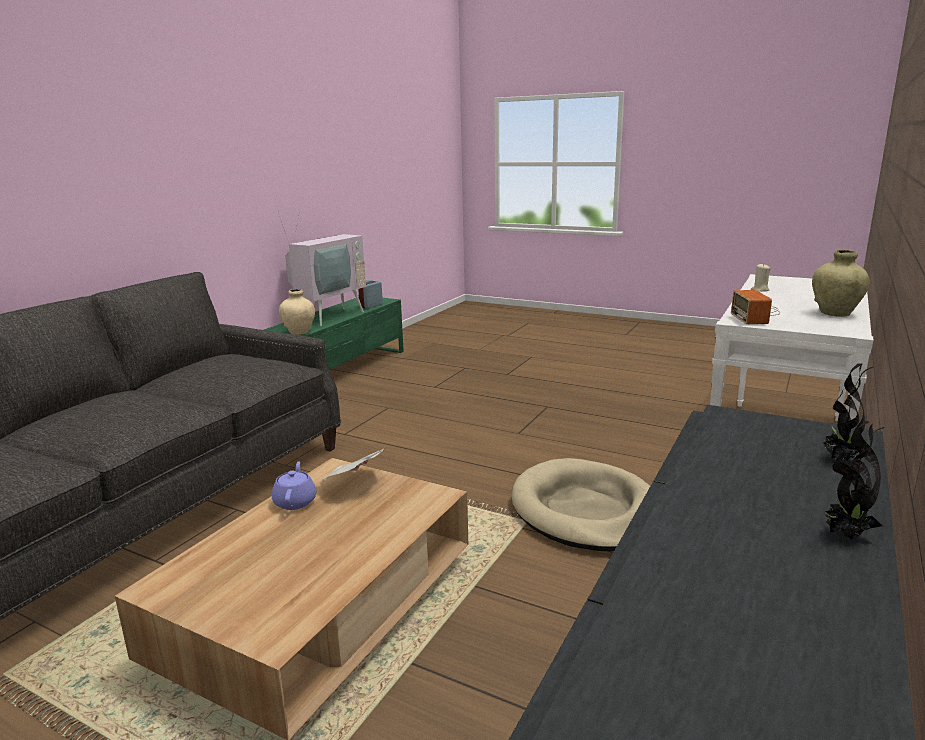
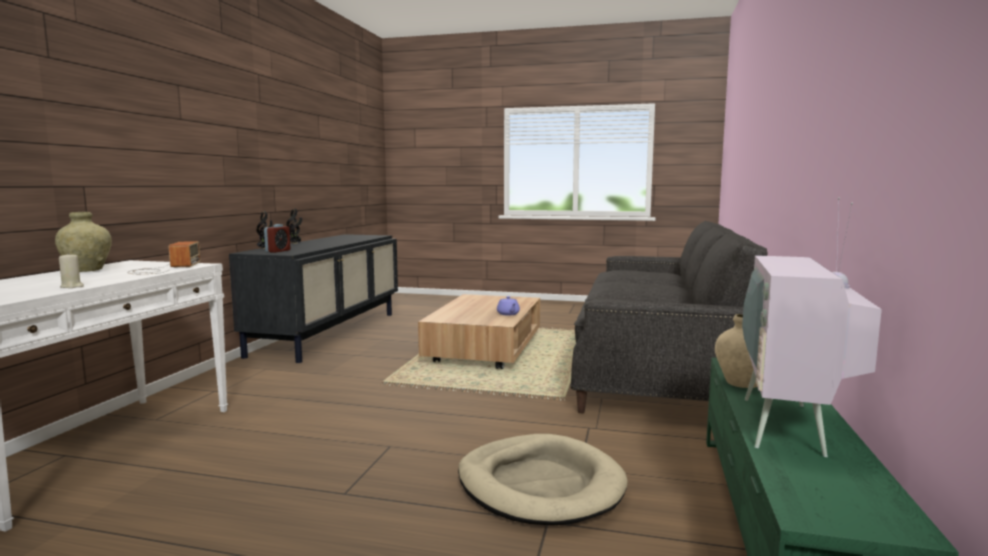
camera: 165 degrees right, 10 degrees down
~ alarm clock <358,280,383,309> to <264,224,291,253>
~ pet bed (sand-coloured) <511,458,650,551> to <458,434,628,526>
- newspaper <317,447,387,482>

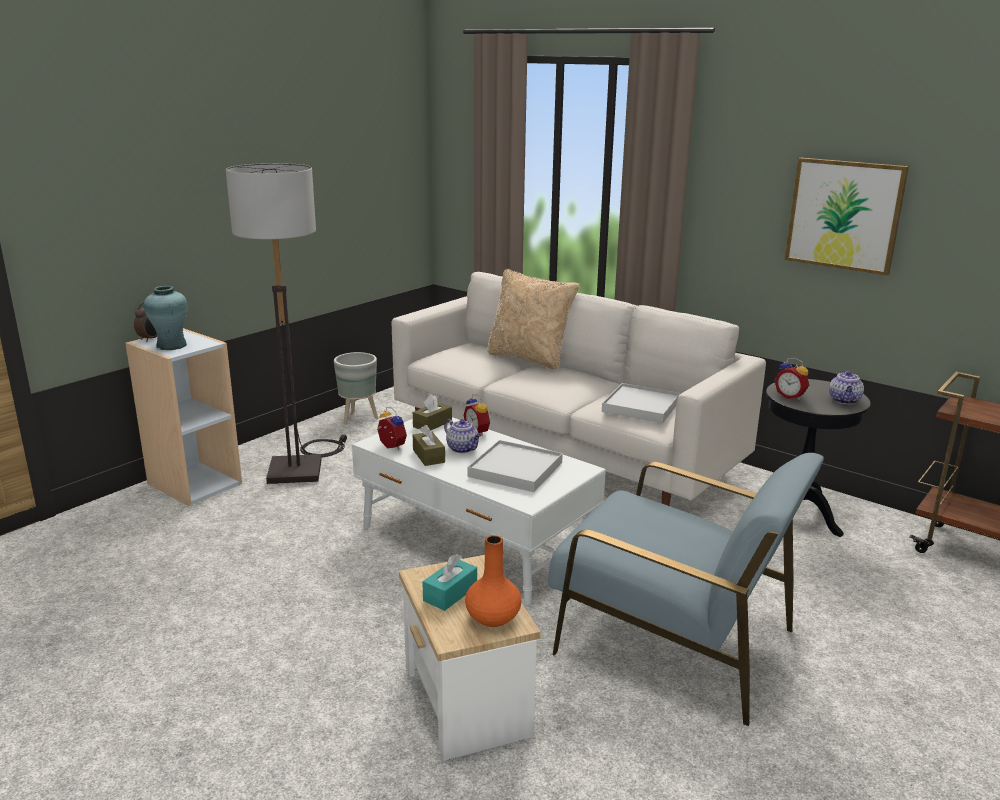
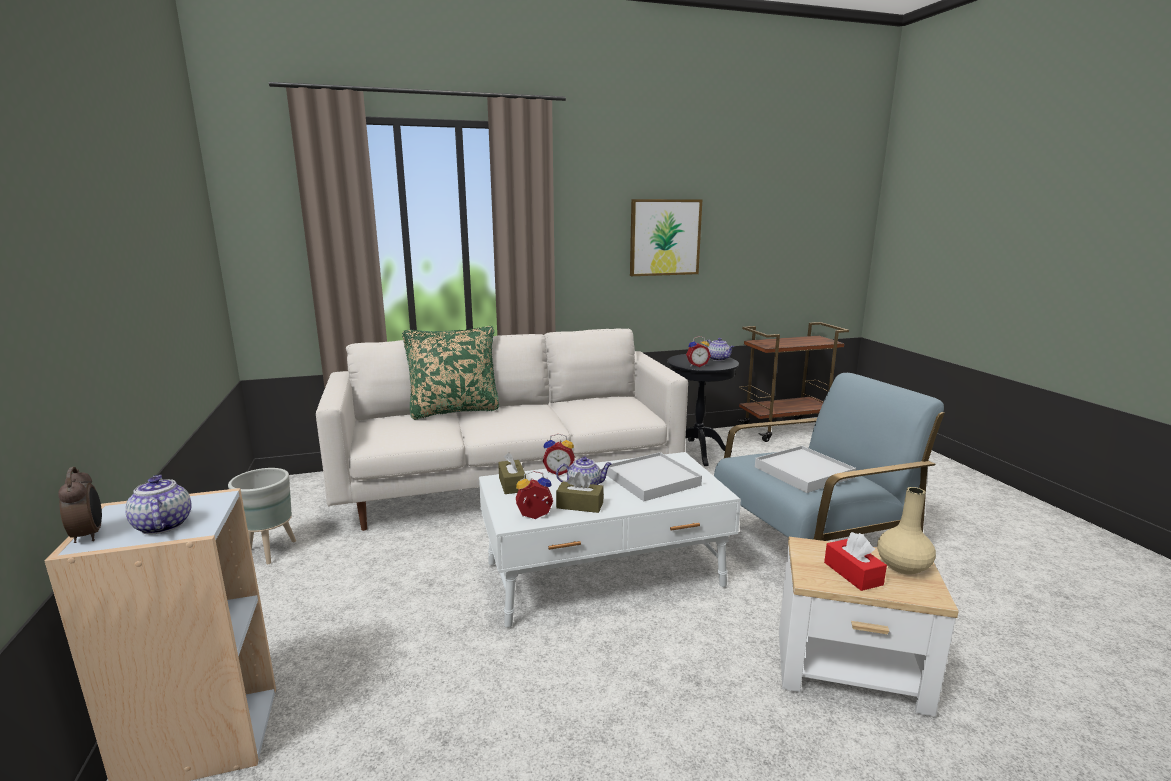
camera: 55 degrees left, 5 degrees down
~ decorative vase (turquoise) <144,286,188,350> to teapot <125,475,191,535>
~ cushion (sand-coloured) <487,269,580,370> to cushion (green-coloured) <402,326,499,420>
~ tray (whitish) <602,383,680,423> to <755,446,856,493>
~ tissue box (turquoise) <422,554,477,611> to tissue box (red) <824,532,887,591>
~ decorative vase (orangey) <465,535,521,627> to decorative vase (sand-coloured) <877,487,936,575>
- standard lamp <226,163,347,484>

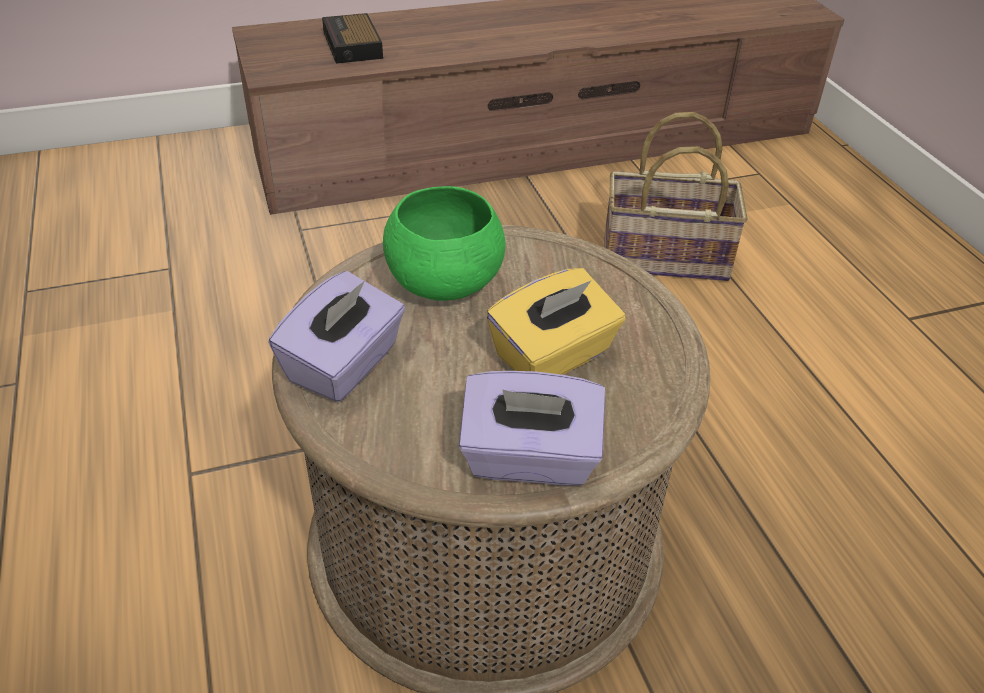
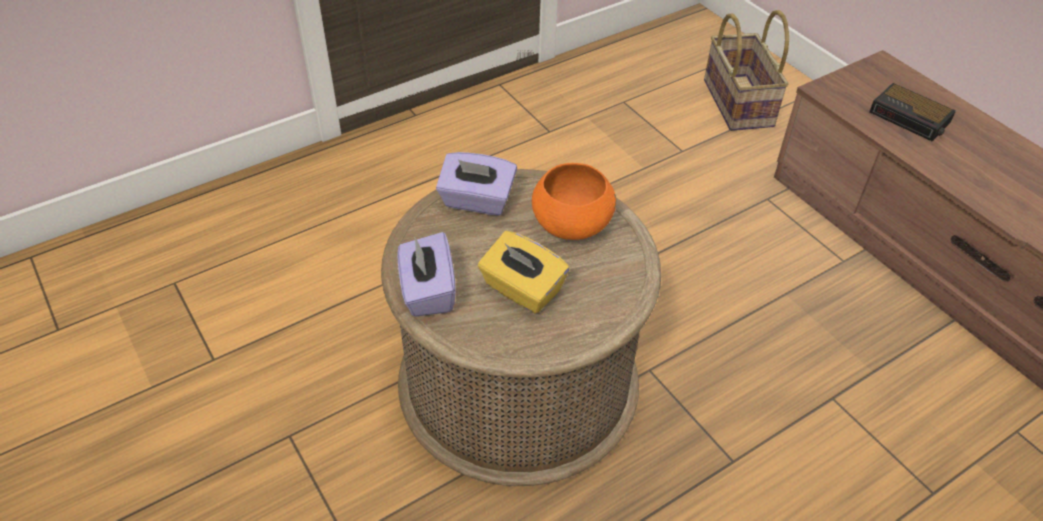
camera: 75 degrees right, 5 degrees up
~ deep dish (green-coloured) <383,186,505,301> to deep dish (orangey) <532,163,616,240>
~ storage basket <604,112,748,281> to <704,10,789,131>
~ alarm clock <322,13,383,64> = <869,83,956,141> 105 degrees counterclockwise

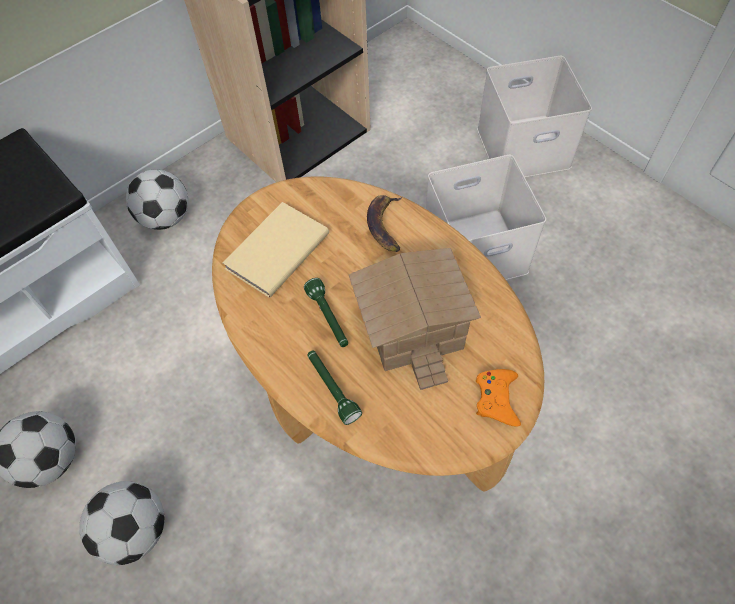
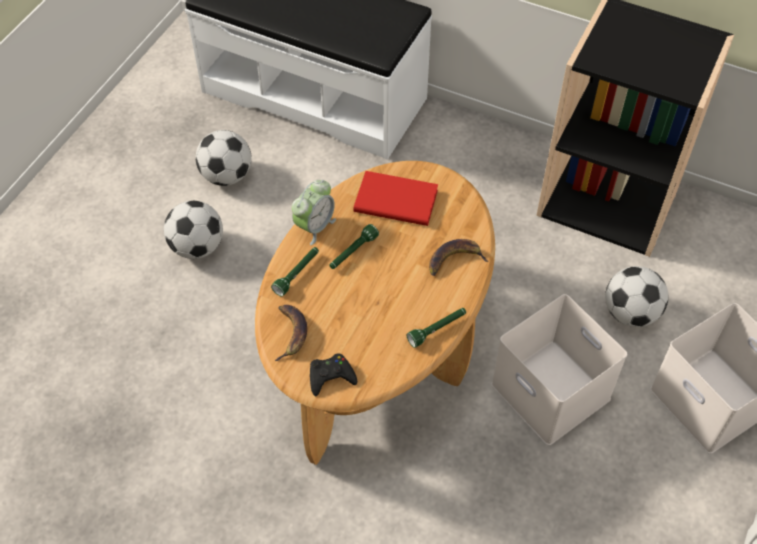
camera: 65 degrees right, 5 degrees down
+ banana <275,305,307,361>
+ alarm clock <292,180,336,245>
~ gamepad (orangey) <476,369,521,426> to gamepad (black-coloured) <310,354,357,397>
~ volume (sand-coloured) <223,202,329,298> to volume (red) <353,171,438,226>
+ hand torch (green-coloured) <406,308,466,348>
~ ball for football <126,169,188,230> to <605,266,669,327>
- miniature house <349,248,481,390>

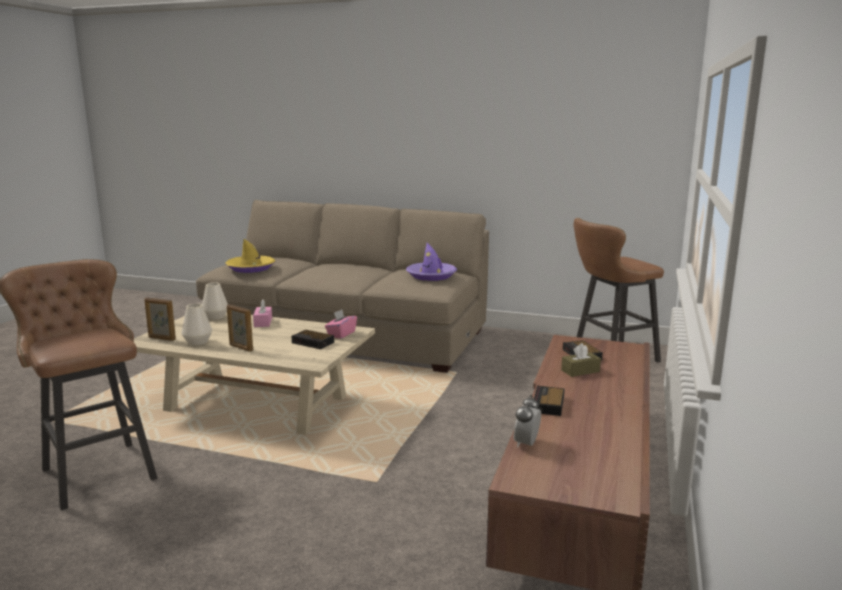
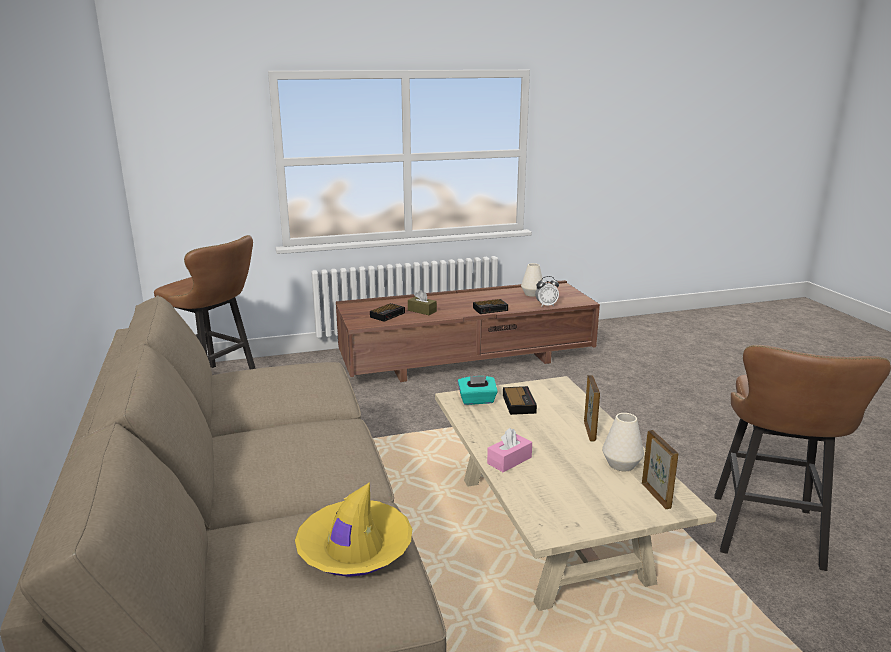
camera: 125 degrees left, 5 degrees up
~ tissue box (pinkish) <325,310,357,339> to tissue box (turquoise) <457,376,498,405>
~ decorative vase (whitish) <202,282,228,320> to <521,263,543,297>
- hat (purple) <406,243,457,281>

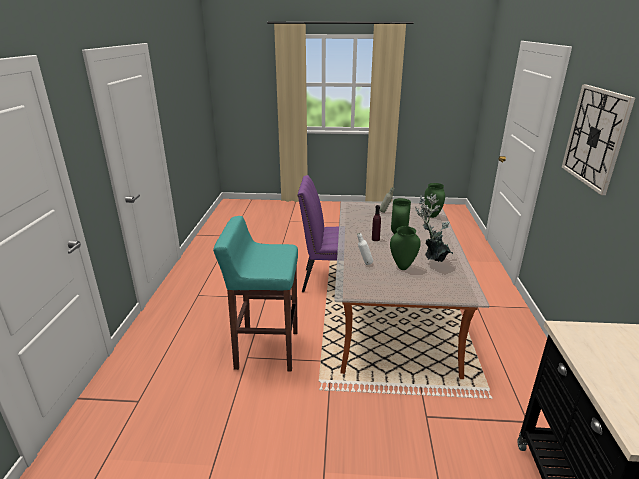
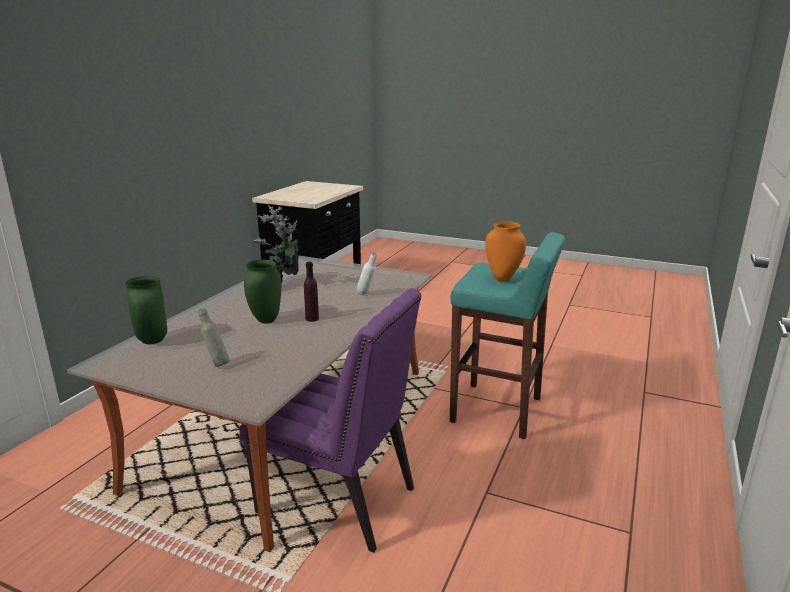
camera: 160 degrees left, 5 degrees down
+ decorative vase (orangey) <485,221,526,282>
- decorative vase (green-coloured) <390,226,421,270>
- clock on the wall <562,84,635,195>

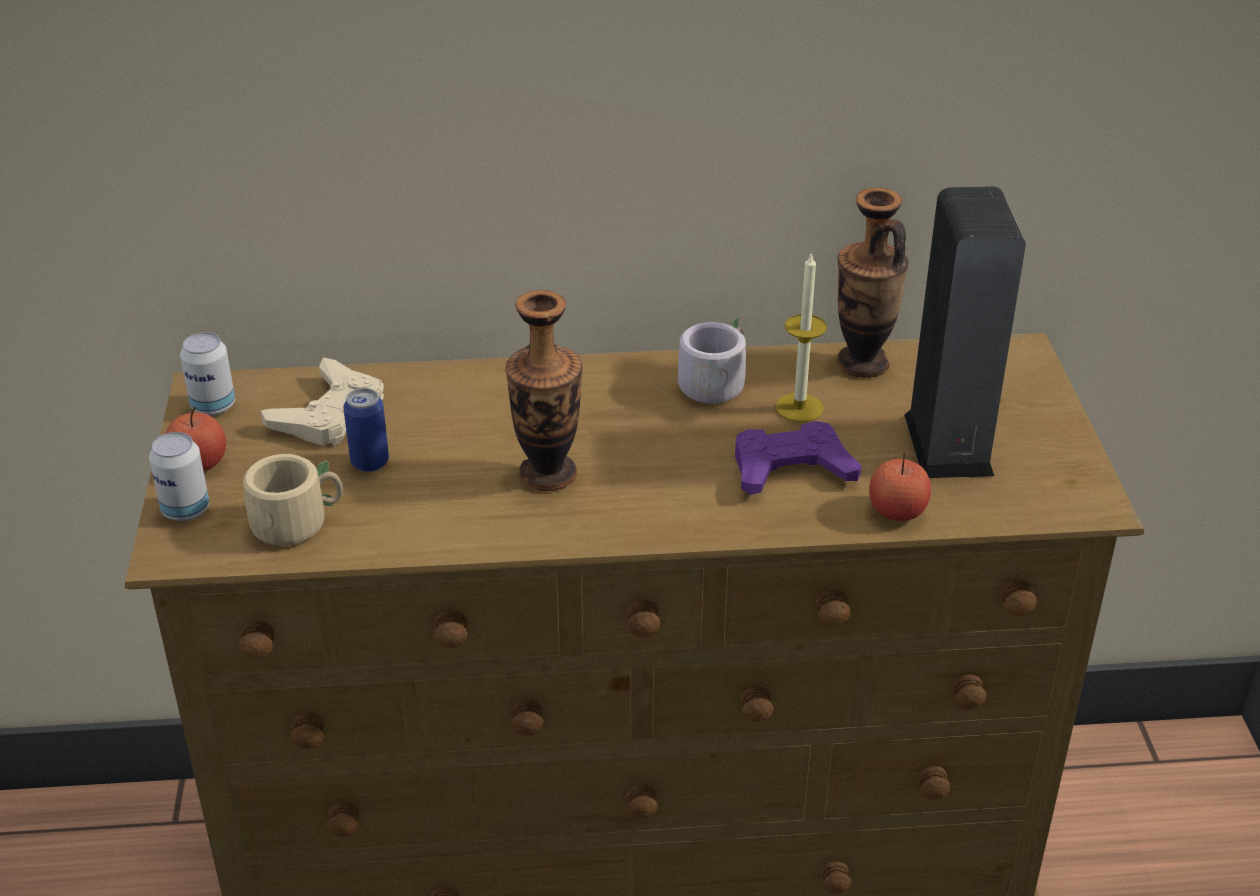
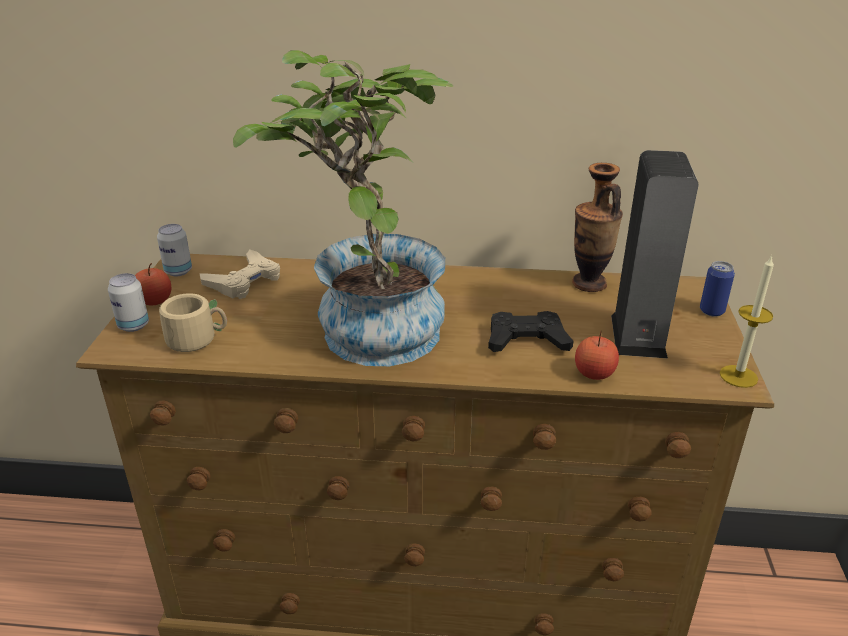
camera: 10 degrees right, 5 degrees down
~ decorative vase <505,290,583,491> to houseplant <233,50,453,366>
~ gamepad (purple) <735,421,861,495> to gamepad (black-coloured) <488,311,573,352>
~ can <343,388,389,472> to <700,261,735,317>
~ candle <775,252,827,422> to <720,255,774,388>
- mug (gray) <656,317,746,404>

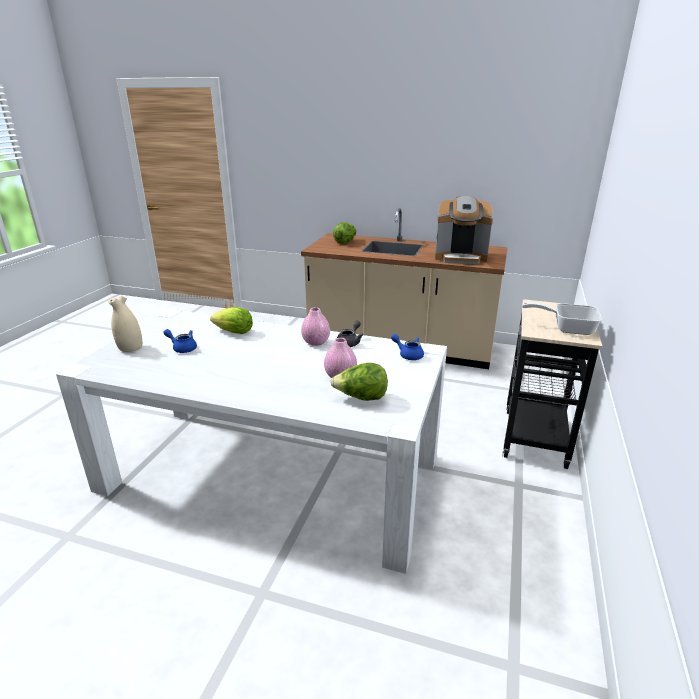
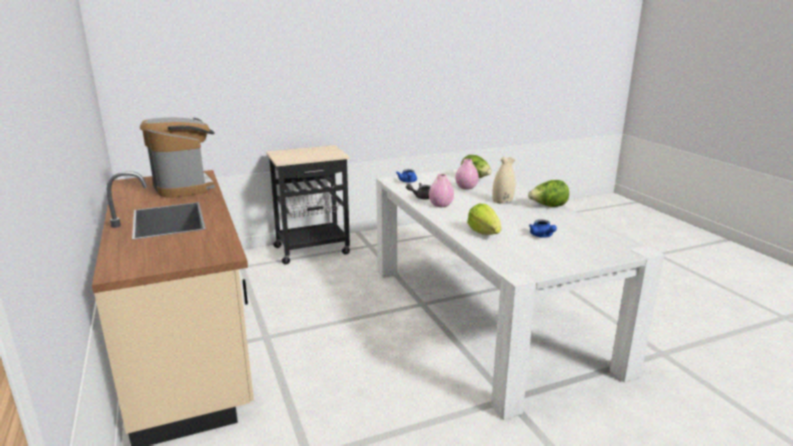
camera: 130 degrees left, 5 degrees down
~ decorative vase (sand-coloured) <109,295,143,352> to <492,156,515,204>
~ lettuce head <333,222,356,244> to <528,180,569,207>
- frying pan <522,302,602,335>

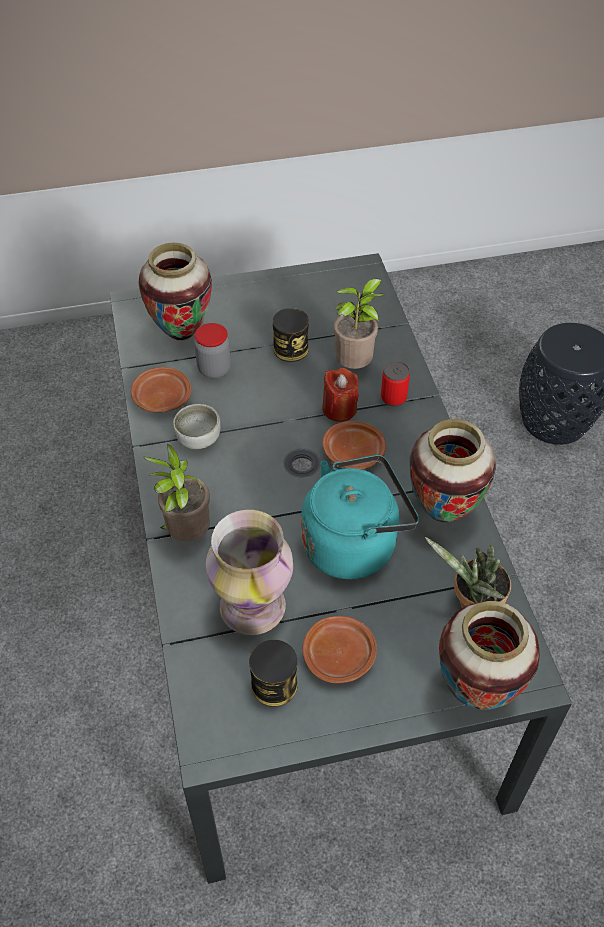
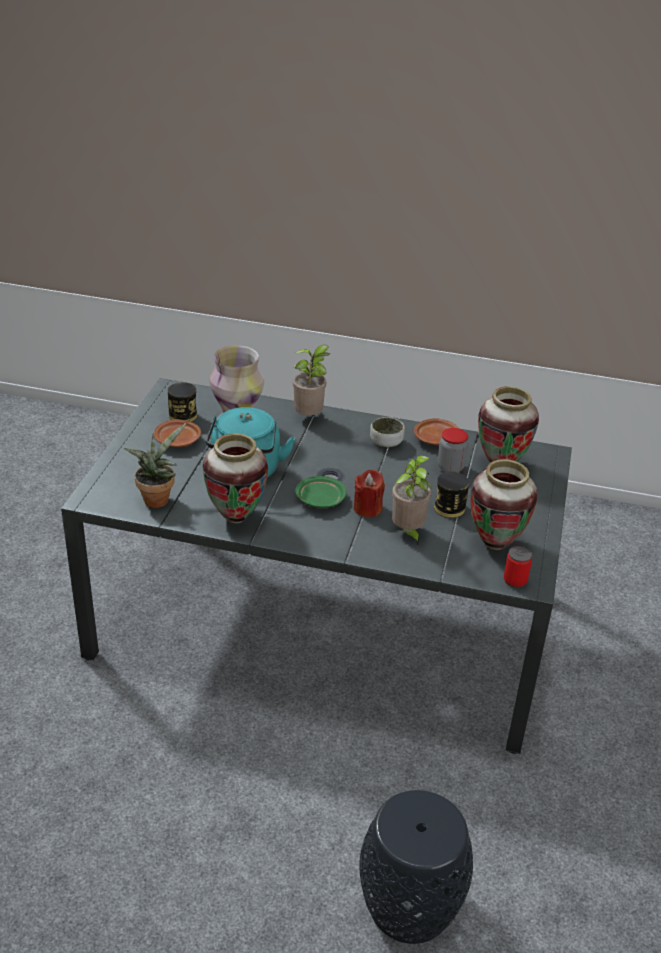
camera: 115 degrees right, 15 degrees down
~ dinner plate (brown) <322,421,386,469> to dinner plate (green-coloured) <295,476,347,508>
~ decorative vase <439,601,540,710> to <470,459,537,550>
~ can <381,361,410,407> to <504,546,532,588>

